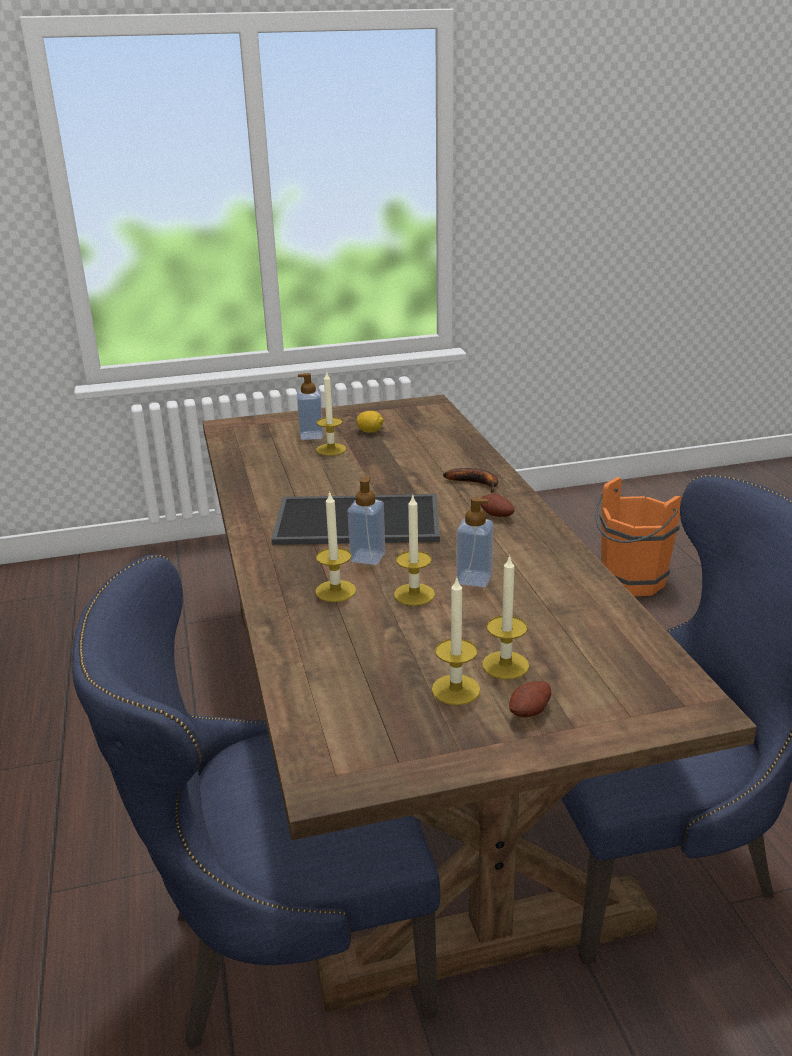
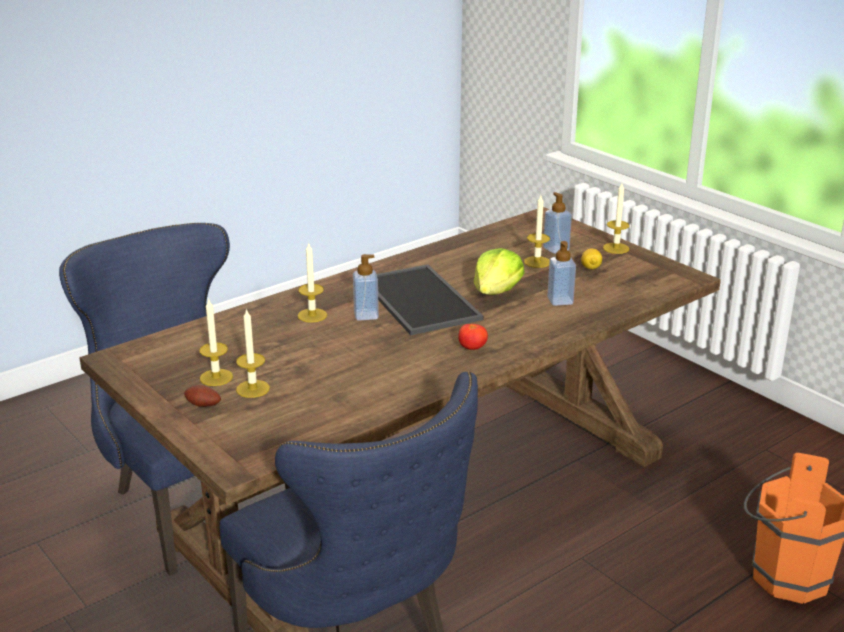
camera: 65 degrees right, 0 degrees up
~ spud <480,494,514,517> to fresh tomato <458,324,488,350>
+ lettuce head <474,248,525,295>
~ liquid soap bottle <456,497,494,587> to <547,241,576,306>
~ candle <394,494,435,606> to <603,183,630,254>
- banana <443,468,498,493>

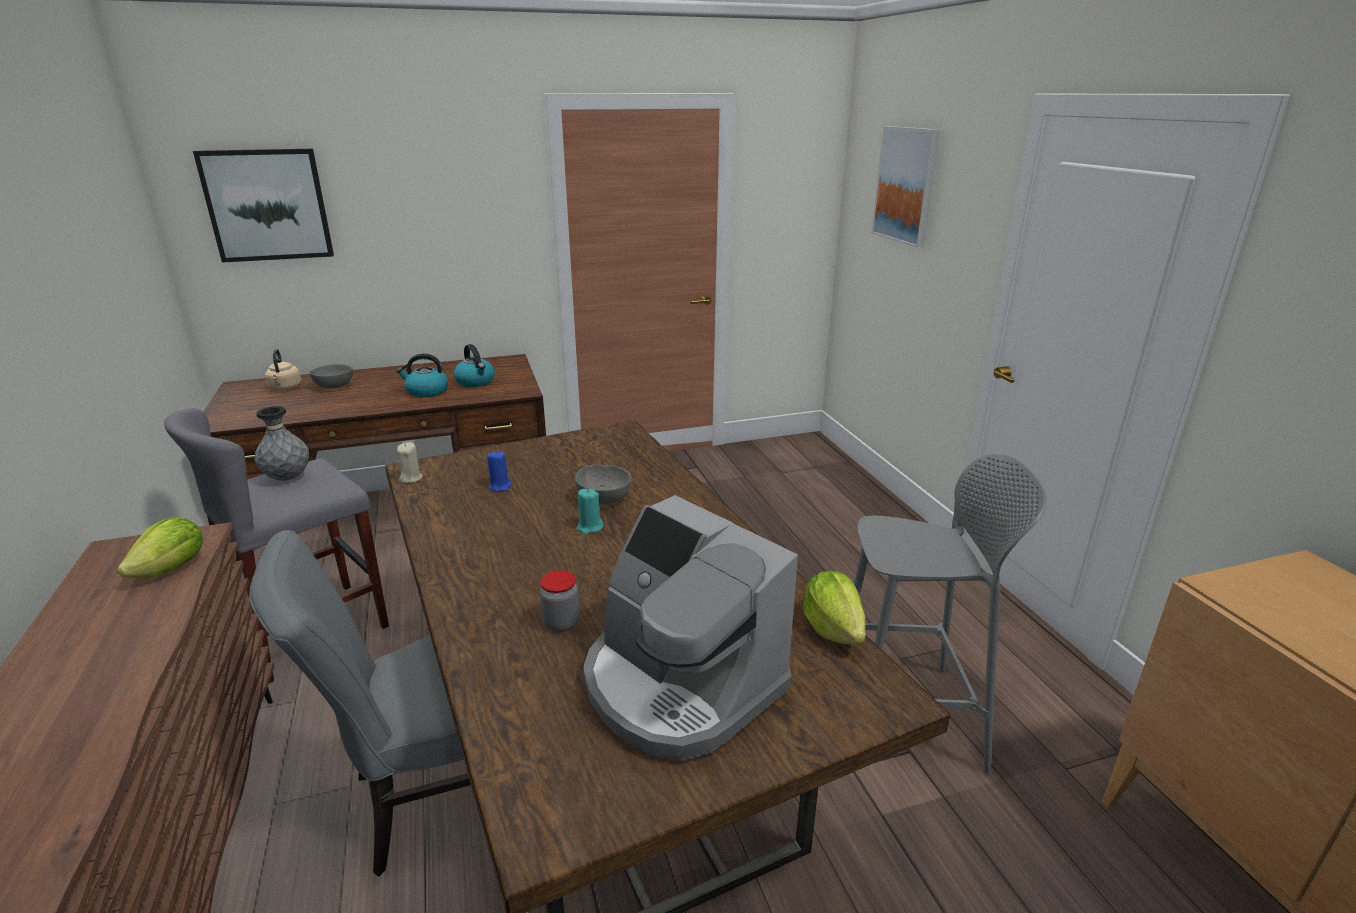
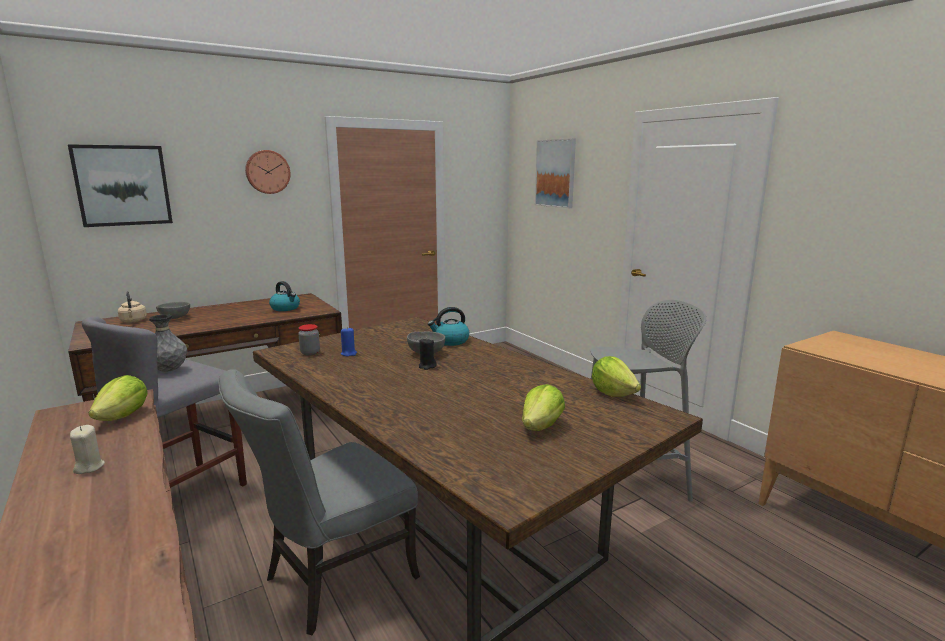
camera: 15 degrees left, 10 degrees down
~ candle (sand-coloured) <397,442,423,483> to <70,425,105,474>
+ clock on the wall <245,150,291,194>
~ storage jar <540,570,580,632> to <298,324,320,356>
~ candle (turquoise) <577,489,604,535> to candle (black-coloured) <419,339,437,370>
~ kettle <397,354,448,398> to <428,307,469,346>
~ coffee brewer <583,495,798,761> to lettuce head <522,384,565,431>

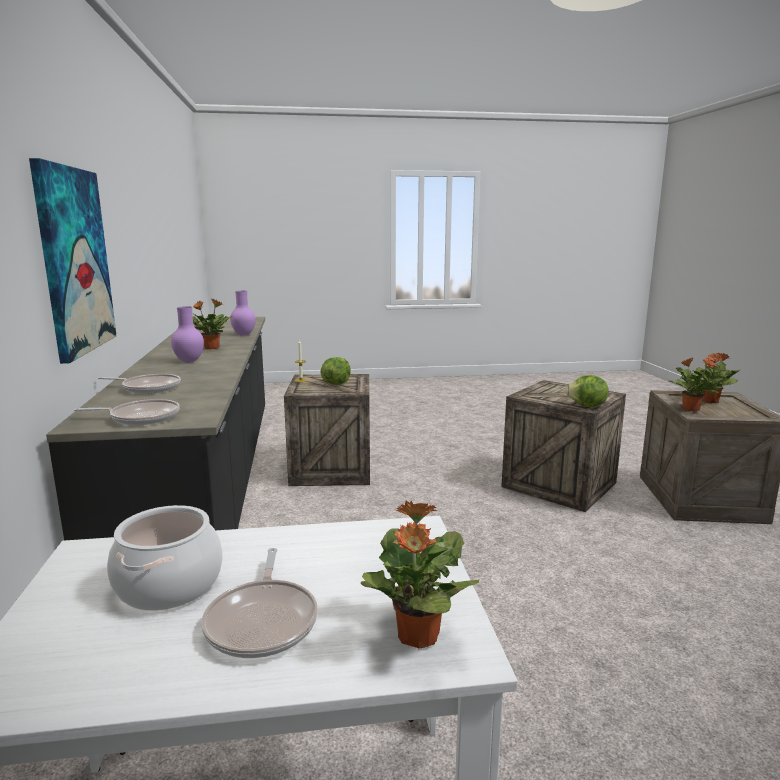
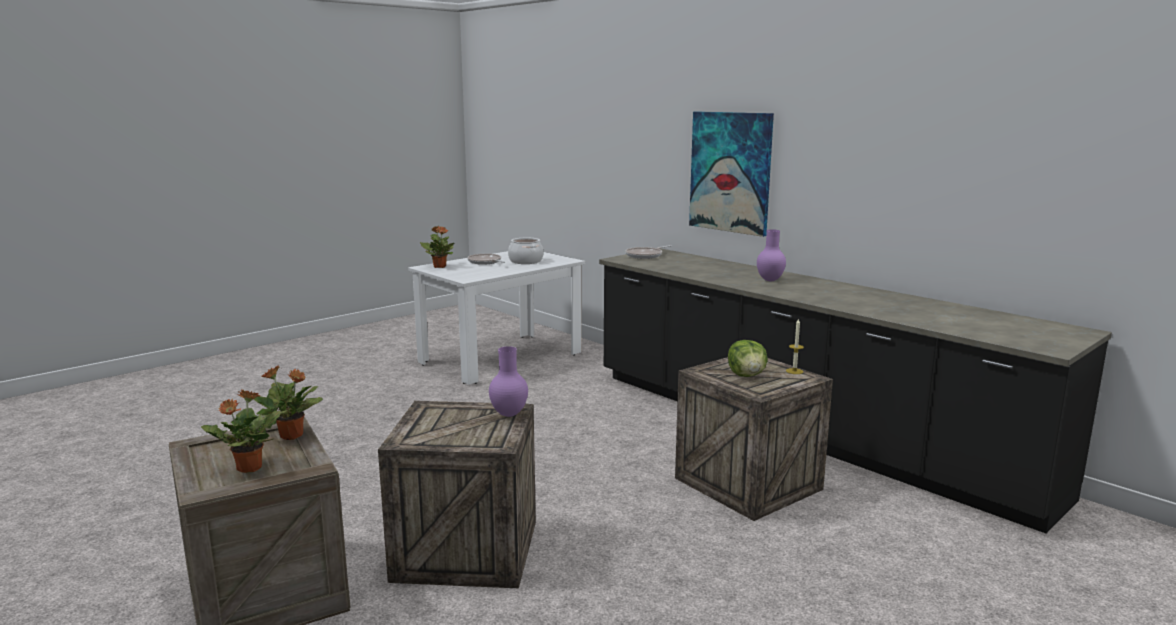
camera: 145 degrees right, 0 degrees up
~ decorative vase (purple) <230,291,256,336> to <489,346,528,417>
- frying pan <98,374,181,394>
- houseplant <193,299,232,349>
- lettuce head <566,375,608,407>

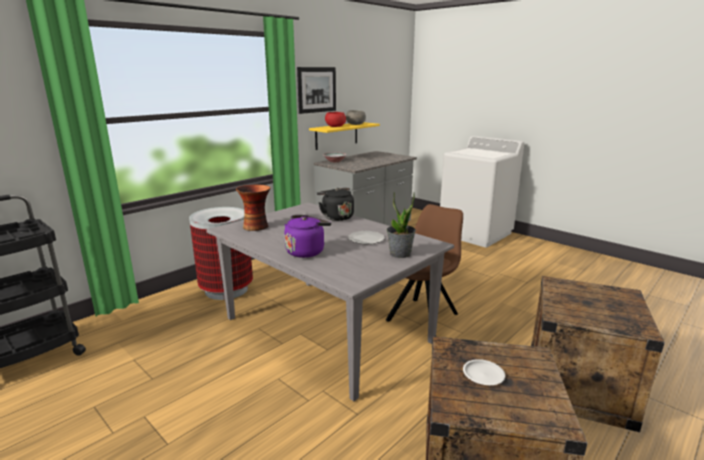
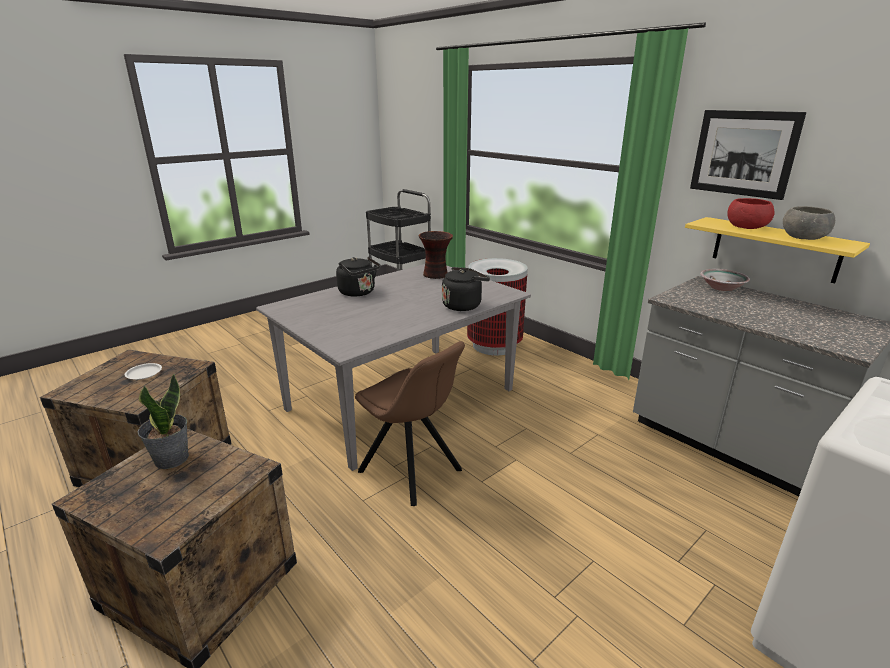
camera: 95 degrees right, 5 degrees up
~ houseplant <387,192,416,258> to <138,373,189,469>
~ kettle (purple) <284,215,331,258> to kettle (black-coloured) <336,257,380,297>
- dinner plate <348,231,385,244>

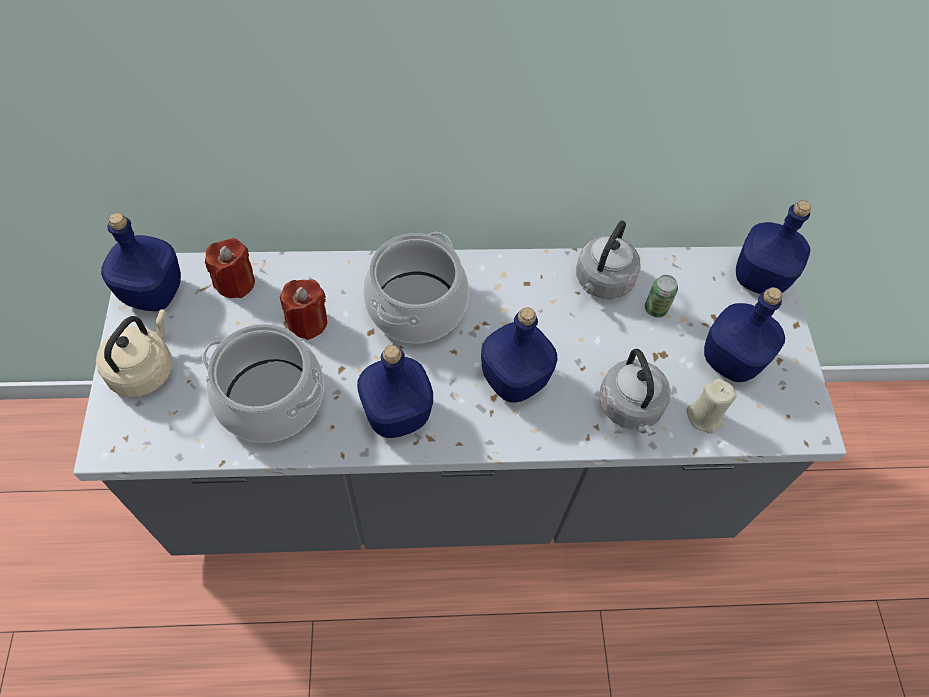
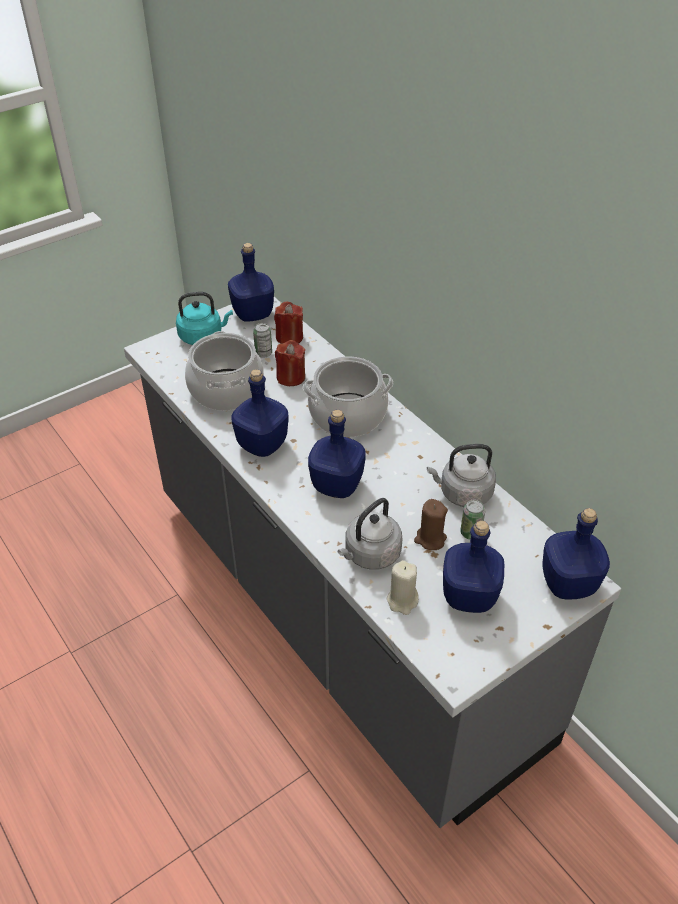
camera: 60 degrees right, 15 degrees down
~ kettle (sand-coloured) <96,310,172,397> to kettle (turquoise) <176,292,233,345>
+ can <253,323,272,358>
+ candle (brown) <414,499,448,550>

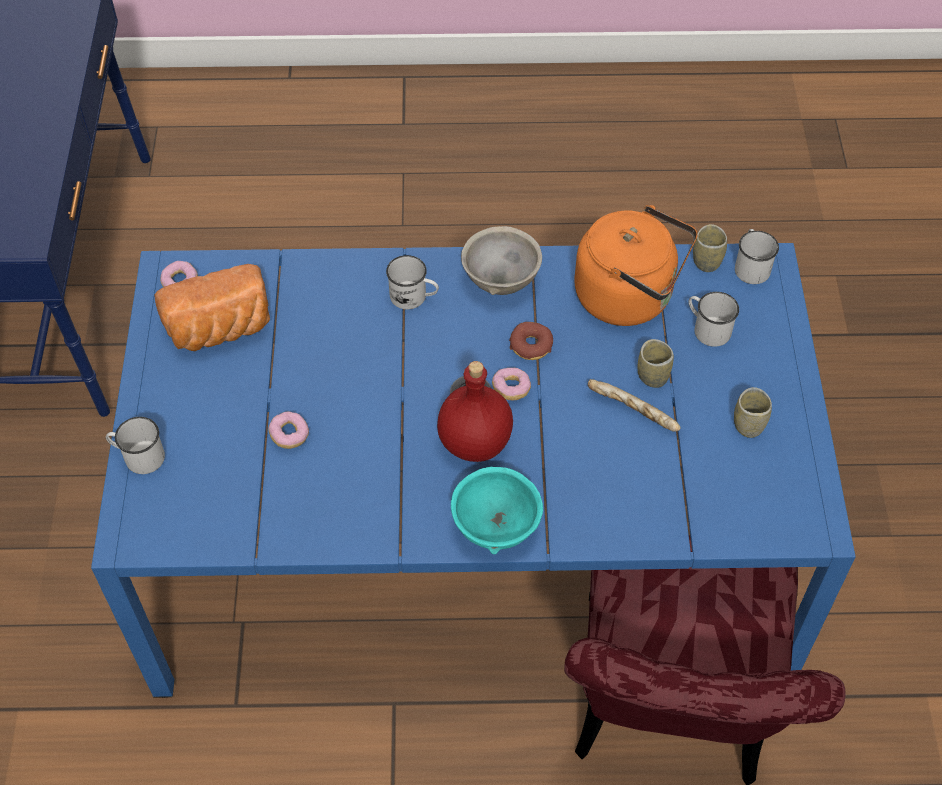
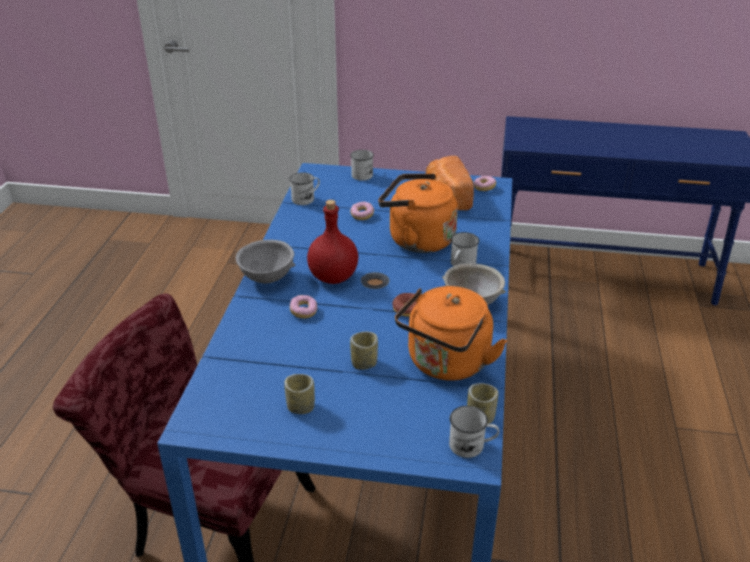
camera: 100 degrees right, 20 degrees down
~ deep dish (turquoise) <451,467,543,554> to deep dish (gray) <236,240,295,283>
~ mug (whitish) <688,292,739,347> to <289,172,320,205>
~ donut <492,368,531,401> to <290,295,317,318>
+ kettle (orangey) <378,173,458,253>
- baked bread <588,379,681,432>

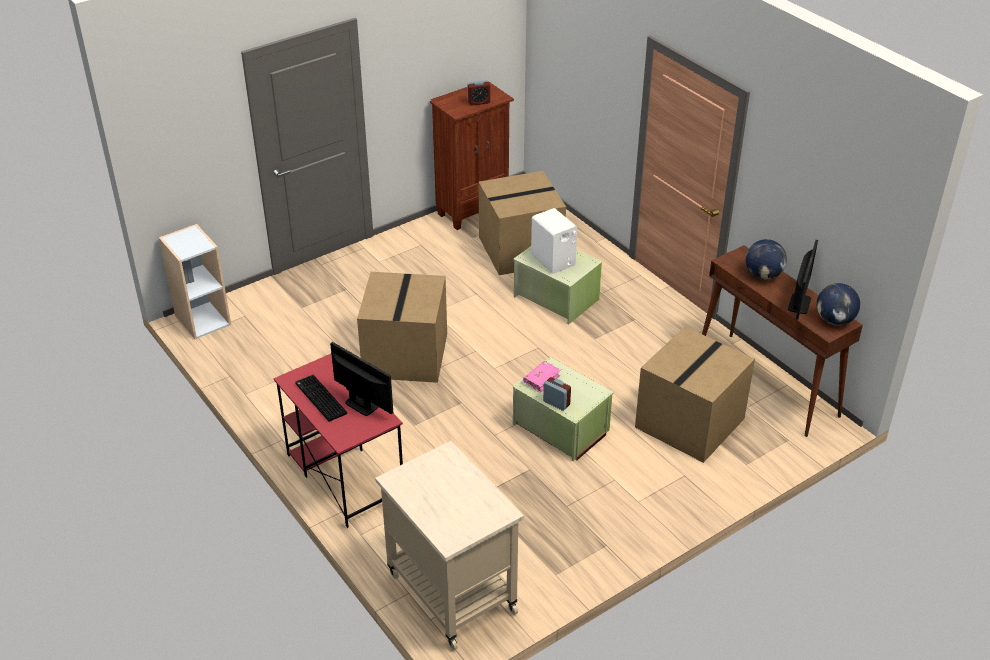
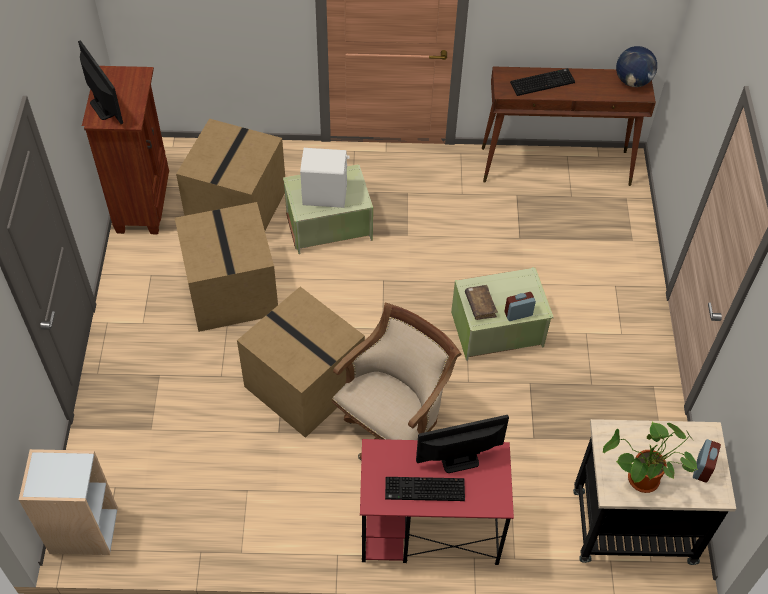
camera: 55 degrees left, 15 degrees up
~ computer screen <788,240,818,320> to <78,40,123,124>
~ packing box <635,327,755,463> to <175,202,278,332>
+ computer chair <332,303,461,460>
~ volume (pinkish) <523,361,561,393> to volume (brown) <465,285,498,320>
~ world globe <746,239,787,280> to keyboard <510,68,575,96>
~ wheeled cart (sand-coloured) <375,441,524,650> to wheeled cart (black-coloured) <573,419,736,565>
+ houseplant <603,422,698,493>
~ alarm clock <467,80,490,106> to <693,439,721,483>

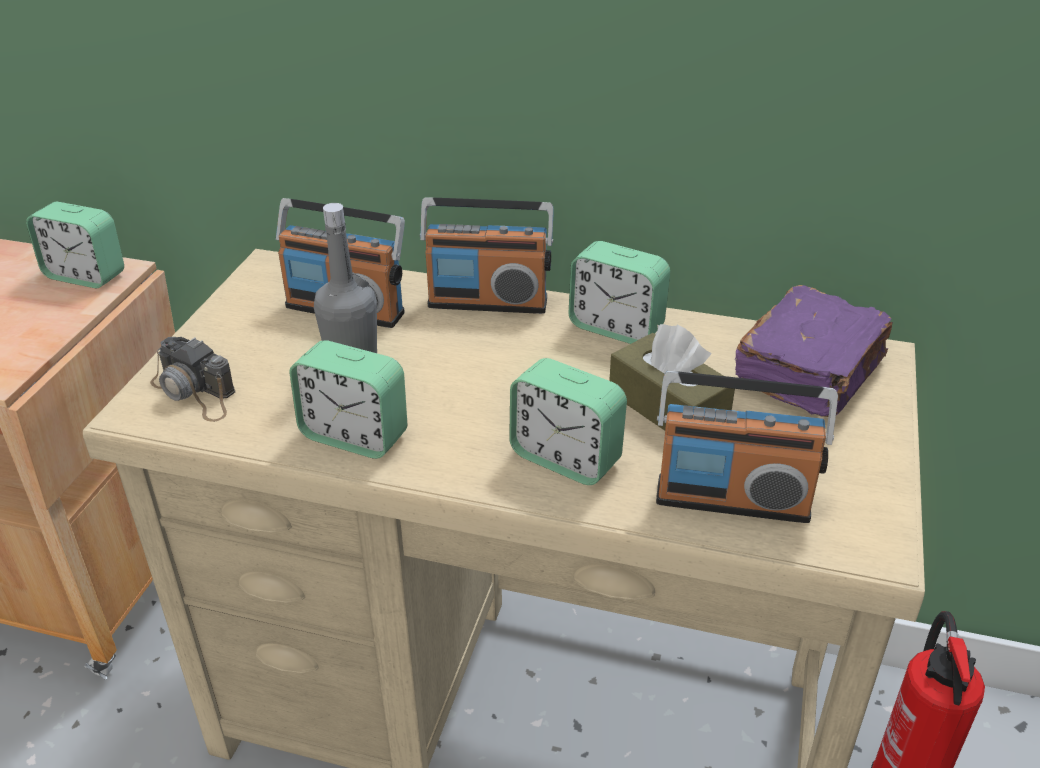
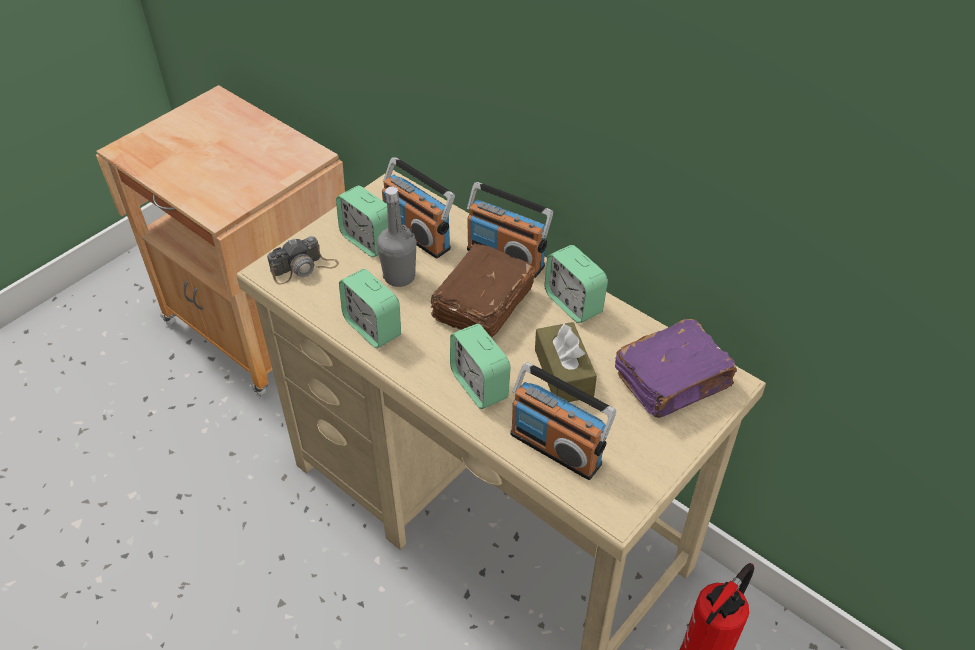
camera: 25 degrees right, 10 degrees up
~ photo camera <150,337,235,422> = <267,236,339,285> 90 degrees counterclockwise
~ alarm clock <26,202,124,288> to <336,185,388,257>
+ volume (brown) <431,244,535,337>

